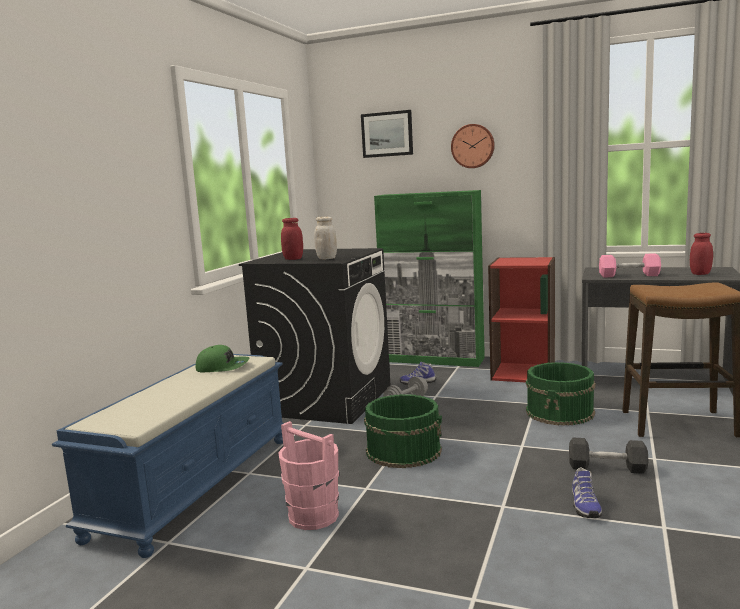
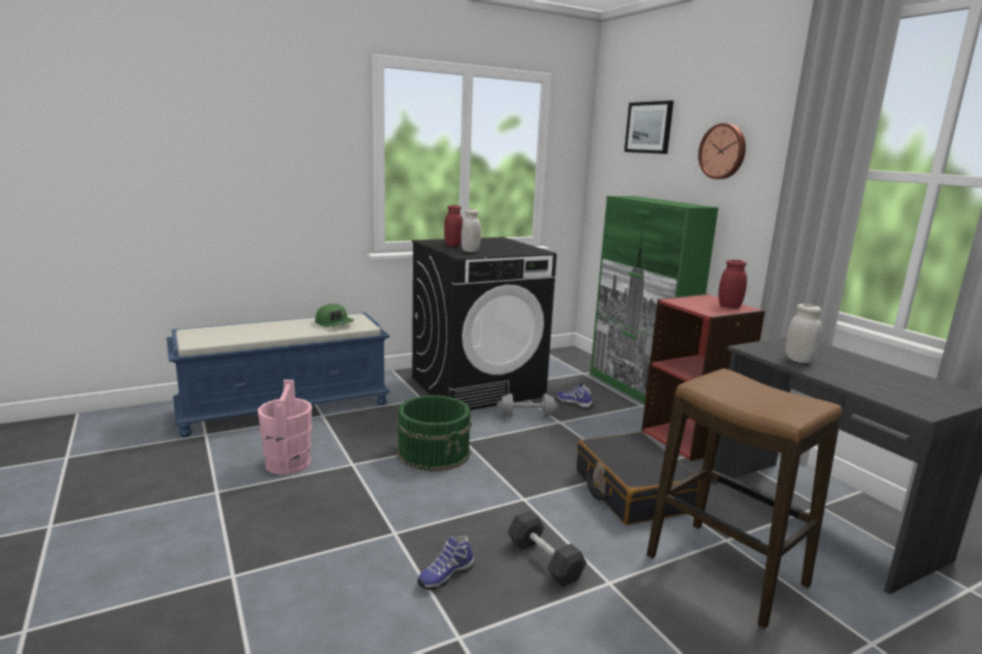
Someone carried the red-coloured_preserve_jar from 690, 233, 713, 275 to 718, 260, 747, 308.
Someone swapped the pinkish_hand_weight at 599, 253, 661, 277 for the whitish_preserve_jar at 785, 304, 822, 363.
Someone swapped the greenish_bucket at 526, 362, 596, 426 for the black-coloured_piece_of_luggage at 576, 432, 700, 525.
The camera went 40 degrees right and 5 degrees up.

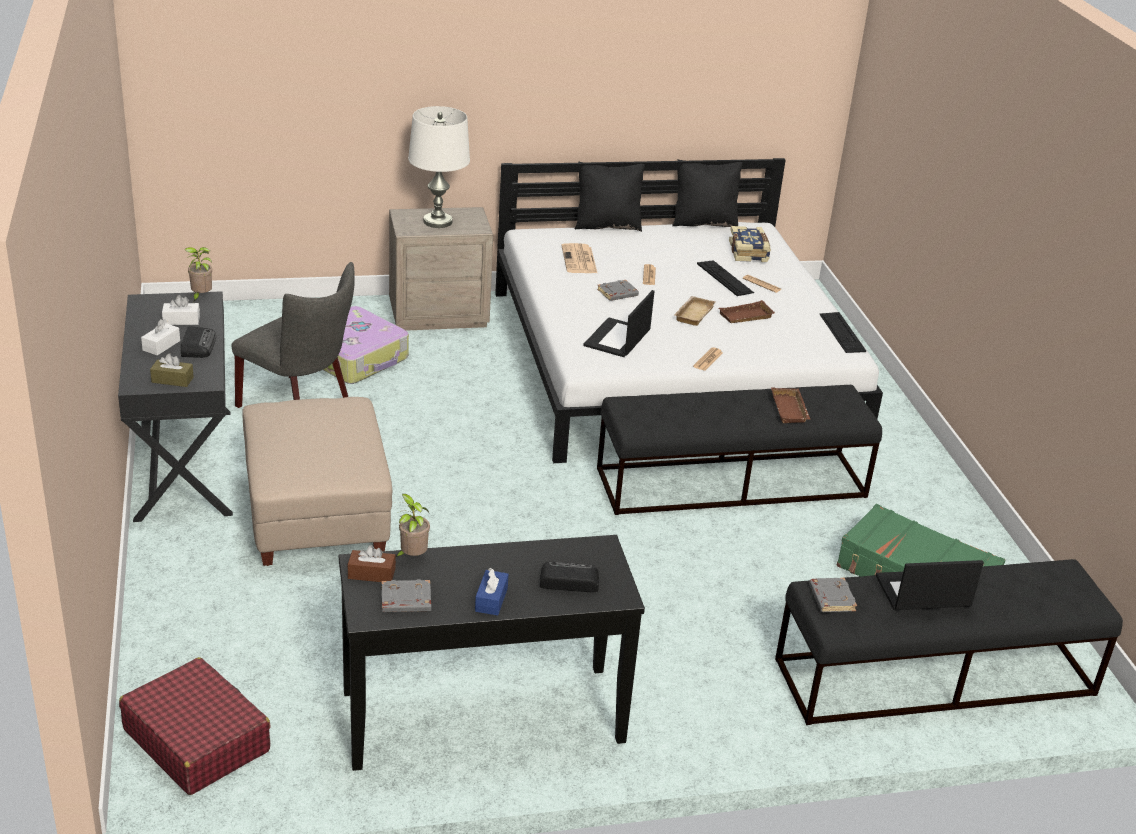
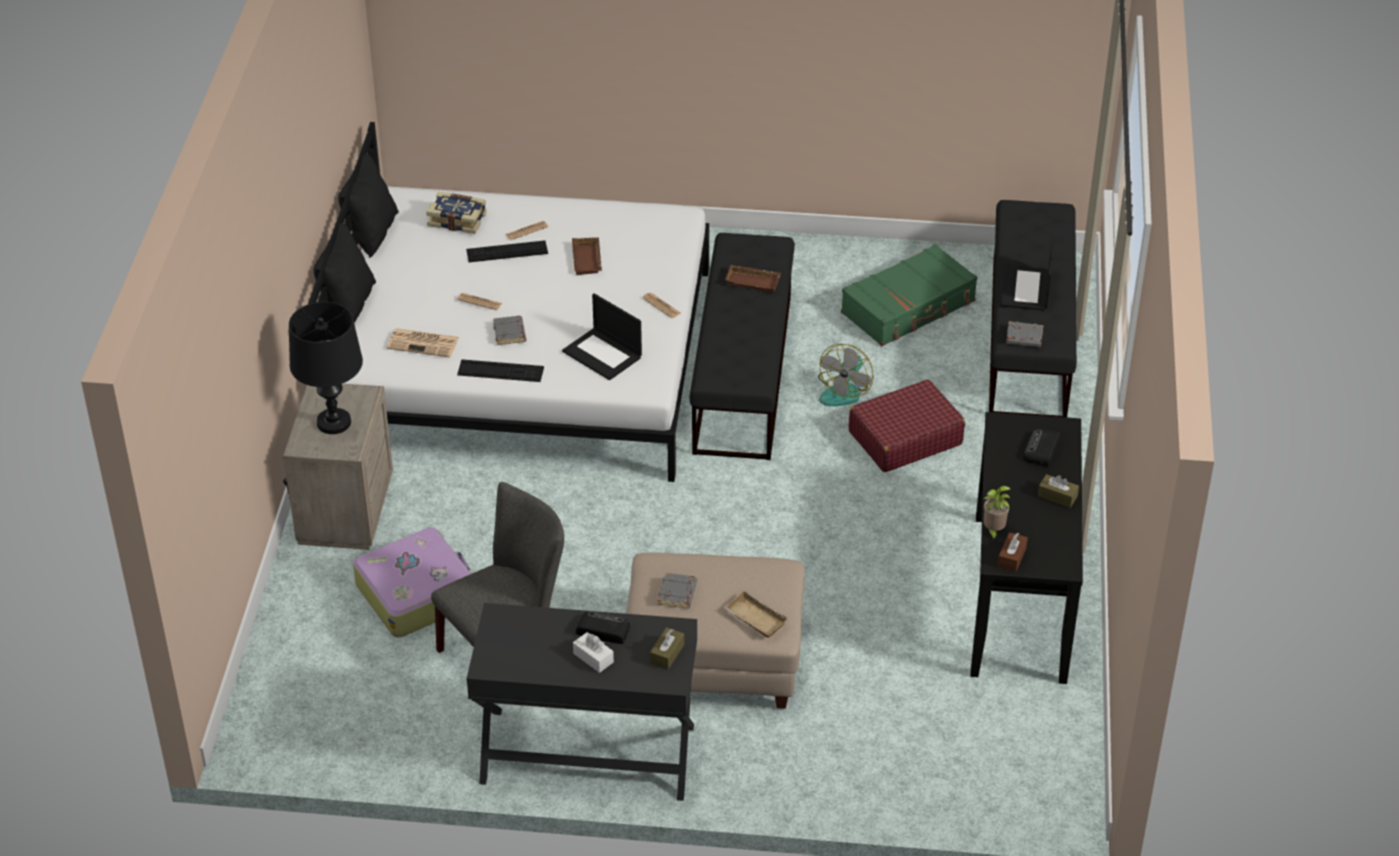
Someone repainted the whitish_tabletop_lamp at 408, 106, 470, 228, which became the black-coloured_tabletop_lamp at 289, 302, 363, 434.
Someone took away the houseplant at 184, 247, 212, 302.
Someone took away the whitish_box_of_tissues at 162, 295, 200, 325.
Someone carried the beige-coloured_tray from 675, 296, 715, 326 to 723, 590, 789, 637.
Someone carried the keyboard from 820, 312, 866, 353 to 457, 359, 544, 382.
Someone repainted the blue-coloured_box_of_tissues at 475, 568, 509, 616, which became the brownish_box_of_tissues at 1038, 474, 1079, 508.
Someone carried the greyish_bound_book from 381, 579, 431, 612 to 658, 573, 697, 608.
Someone carried the red-coloured_piece_of_luggage from 119, 657, 271, 795 to 849, 379, 965, 472.
Someone put down the cooling_fan at 818, 344, 874, 406.
The camera went 70 degrees left and 10 degrees up.

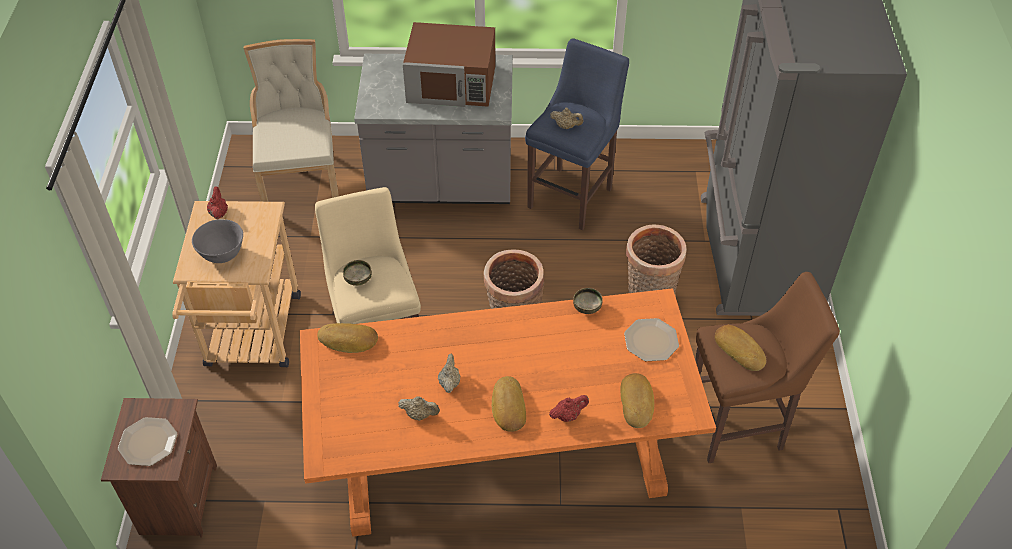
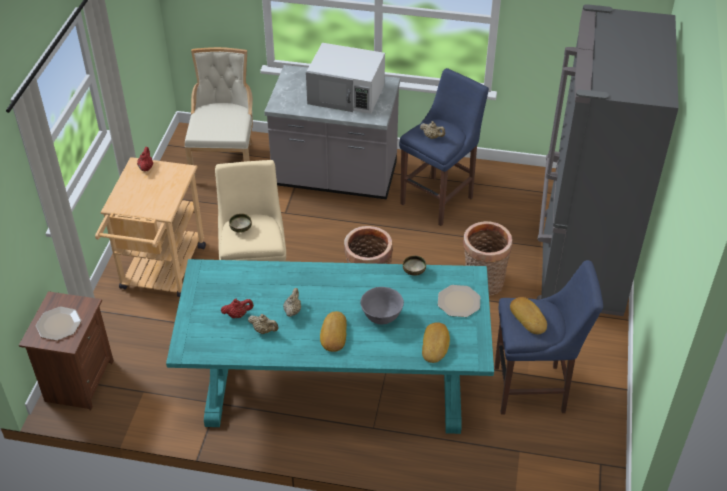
Someone repainted the brownish_kitchen_microwave at 403, 22, 496, 107, which became the whitish_kitchen_microwave at 306, 43, 385, 114.
Someone carried the greyish_bowl from 192, 219, 243, 263 to 360, 287, 404, 324.
Someone repainted the brownish_stool at 695, 272, 840, 463, which became the blue-coloured_stool at 494, 260, 603, 415.
Someone repainted the orange-coloured_dining_table at 300, 288, 716, 537, which became the turquoise_dining_table at 166, 259, 494, 434.
Someone took away the baked_bread at 317, 323, 378, 353.
Someone carried the red-coloured_pot_for_tea from 549, 395, 589, 422 to 221, 299, 254, 318.
The camera went 10 degrees right and 5 degrees down.

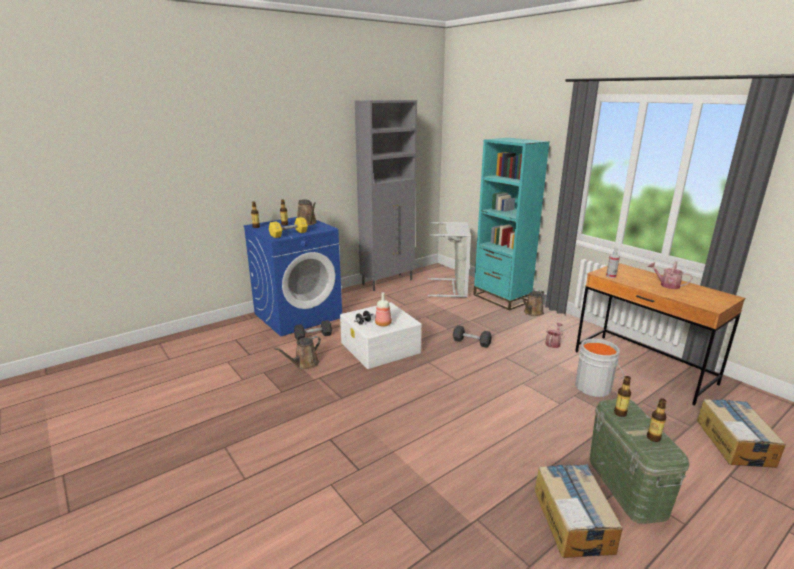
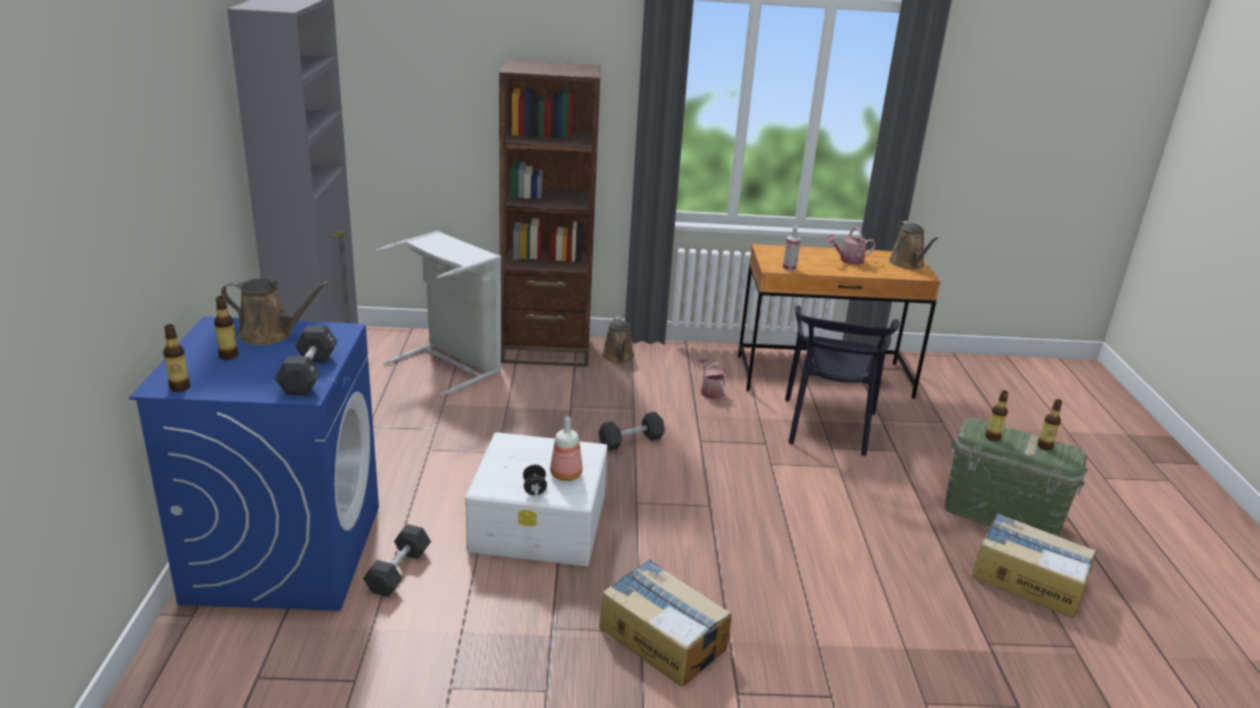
Someone repainted the turquoise_bookcase at 473, 138, 550, 310, which became the brownish_bookcase at 499, 60, 601, 367.
Someone repainted the yellow-coloured_hand_weight at 269, 217, 308, 238, which became the black-coloured_hand_weight at 275, 325, 338, 395.
Someone carried the brownish_watering_pot from 274, 336, 321, 369 to 889, 221, 939, 269.
Someone swapped the greyish_bucket at 575, 339, 624, 397 for the black-coloured_chair at 785, 305, 899, 456.
Someone carried the packing_box from 697, 399, 786, 468 to 599, 559, 732, 687.
The camera went 55 degrees left and 5 degrees up.

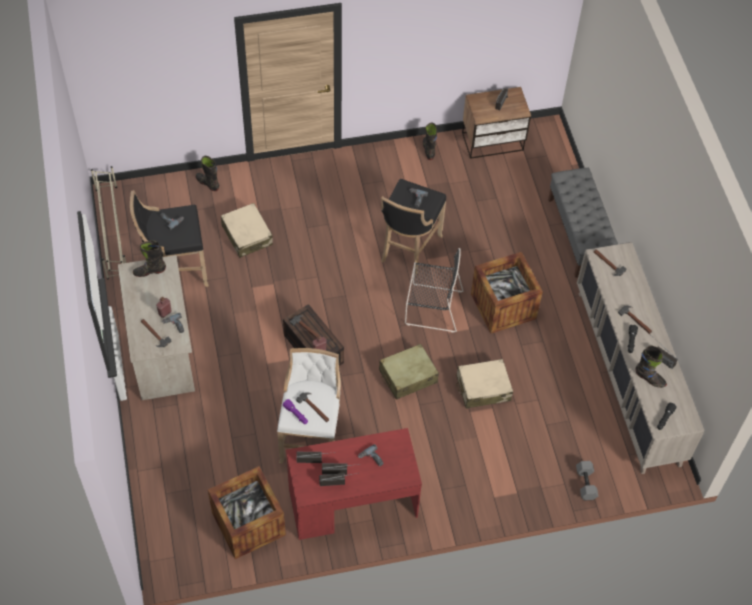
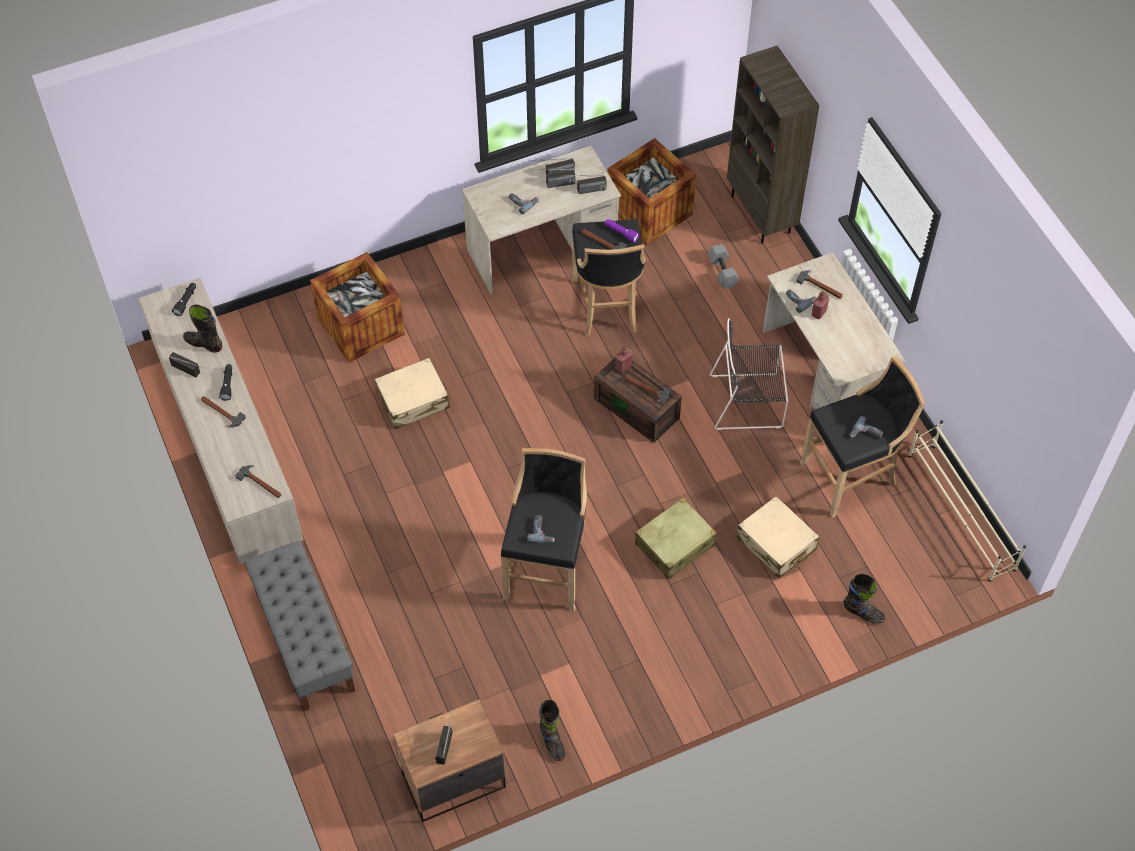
Someone took away the black-coloured_tall_boot at 133, 240, 166, 277.
Someone carried the black-coloured_chair from 405, 248, 463, 333 to 710, 318, 788, 430.
Someone carried the shipping_crate from 471, 252, 543, 334 to 310, 252, 405, 363.
Someone carried the beige-coloured_piece_of_luggage from 379, 344, 439, 400 to 635, 498, 717, 579.
Someone repainted the whitish_stool at 277, 348, 341, 464, which became the black-coloured_stool at 571, 219, 646, 336.
Someone repainted the red-coloured_desk_table at 286, 428, 422, 540, which became the beige-coloured_desk_table at 462, 145, 621, 295.
Someone carried the greyish_hand_weight from 576, 461, 598, 500 to 707, 244, 739, 289.
Someone put down the brownish_bookcase at 727, 46, 819, 244.
The camera went 170 degrees right and 0 degrees up.

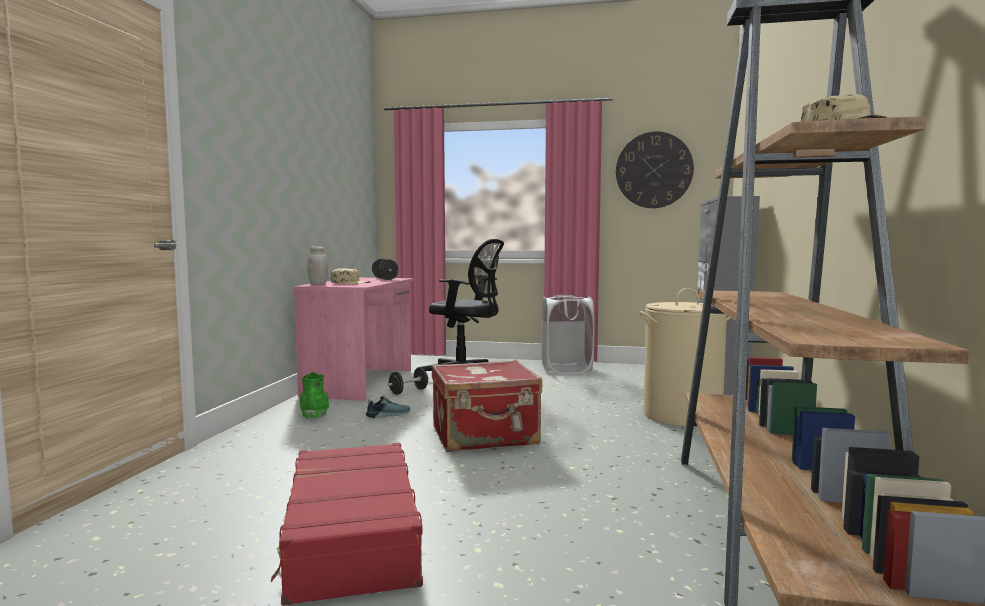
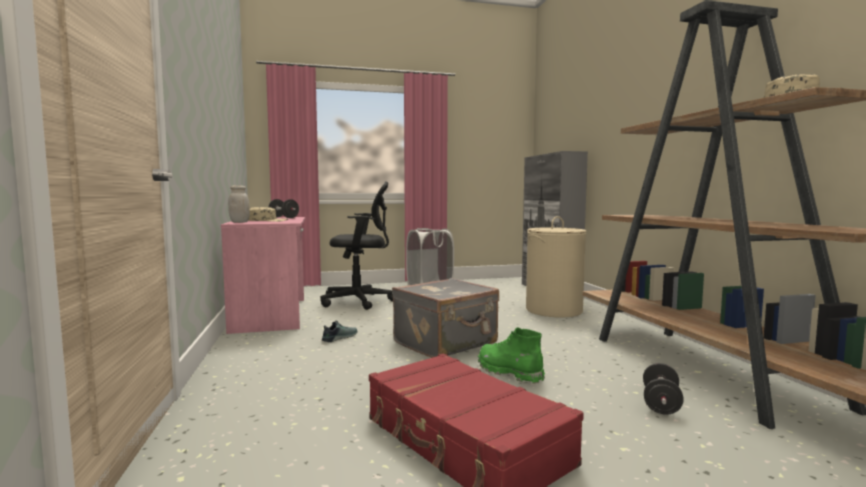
Someone took away the clock_on_the_wall at 616, 132, 694, 208.
Someone repainted the red-coloured_piece_of_luggage at 431, 360, 542, 452, which became the greyish_piece_of_luggage at 392, 278, 499, 358.
Someone carried the black-coloured_hand_weight from 388, 368, 429, 395 to 643, 363, 684, 415.
Someone carried the greenish_tall_boot from 299, 372, 329, 419 to 478, 327, 545, 384.
The camera went 25 degrees left and 0 degrees up.

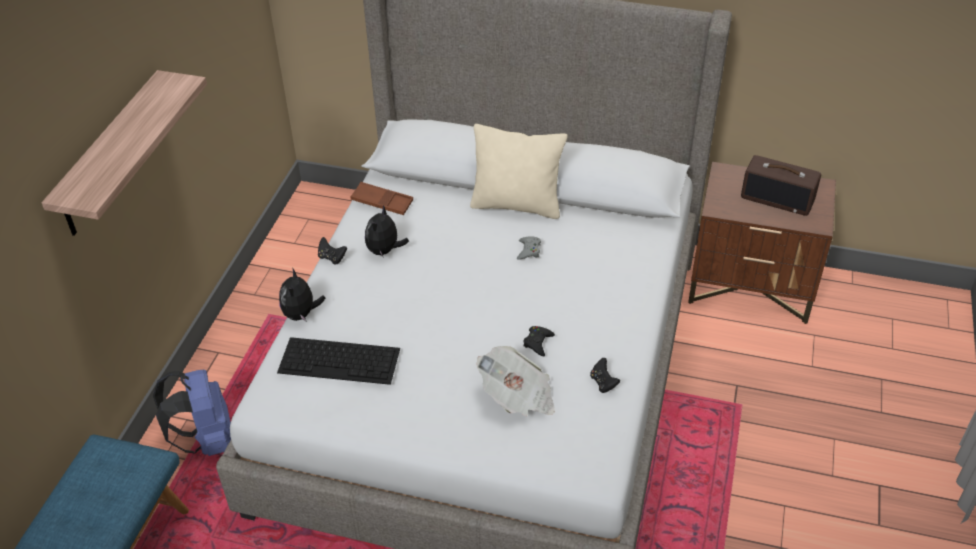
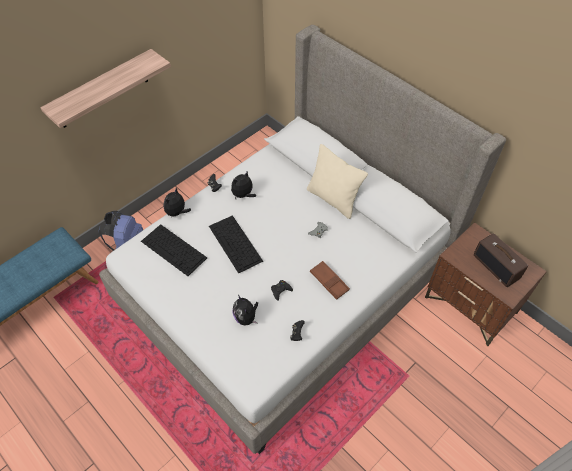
Someone carried the brownish_tray from 351, 182, 413, 215 to 310, 261, 350, 300.
Someone swapped the printed_paper at 476, 346, 555, 416 for the cuddly_toy at 233, 295, 258, 325.
Someone put down the keyboard at 209, 215, 263, 273.
The camera went 30 degrees right and 10 degrees up.

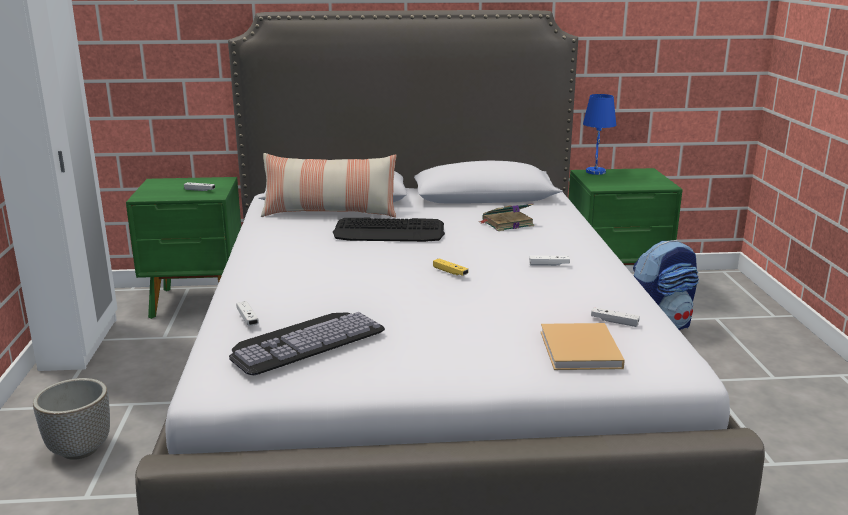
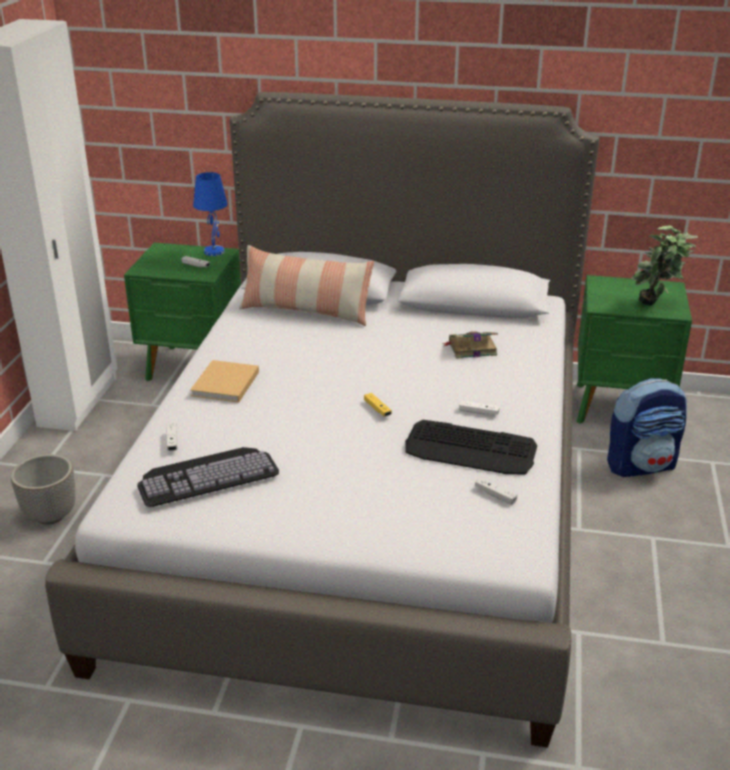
Someone carried the blue-coloured_tabletop_lamp from 583, 94, 616, 175 to 193, 172, 228, 256.
Someone carried the keyboard from 333, 218, 445, 242 to 405, 420, 537, 475.
Someone carried the beige-coloured_bound_book from 541, 323, 625, 370 to 190, 360, 259, 403.
Someone put down the houseplant at 631, 225, 698, 306.
The camera went 15 degrees right and 10 degrees up.

